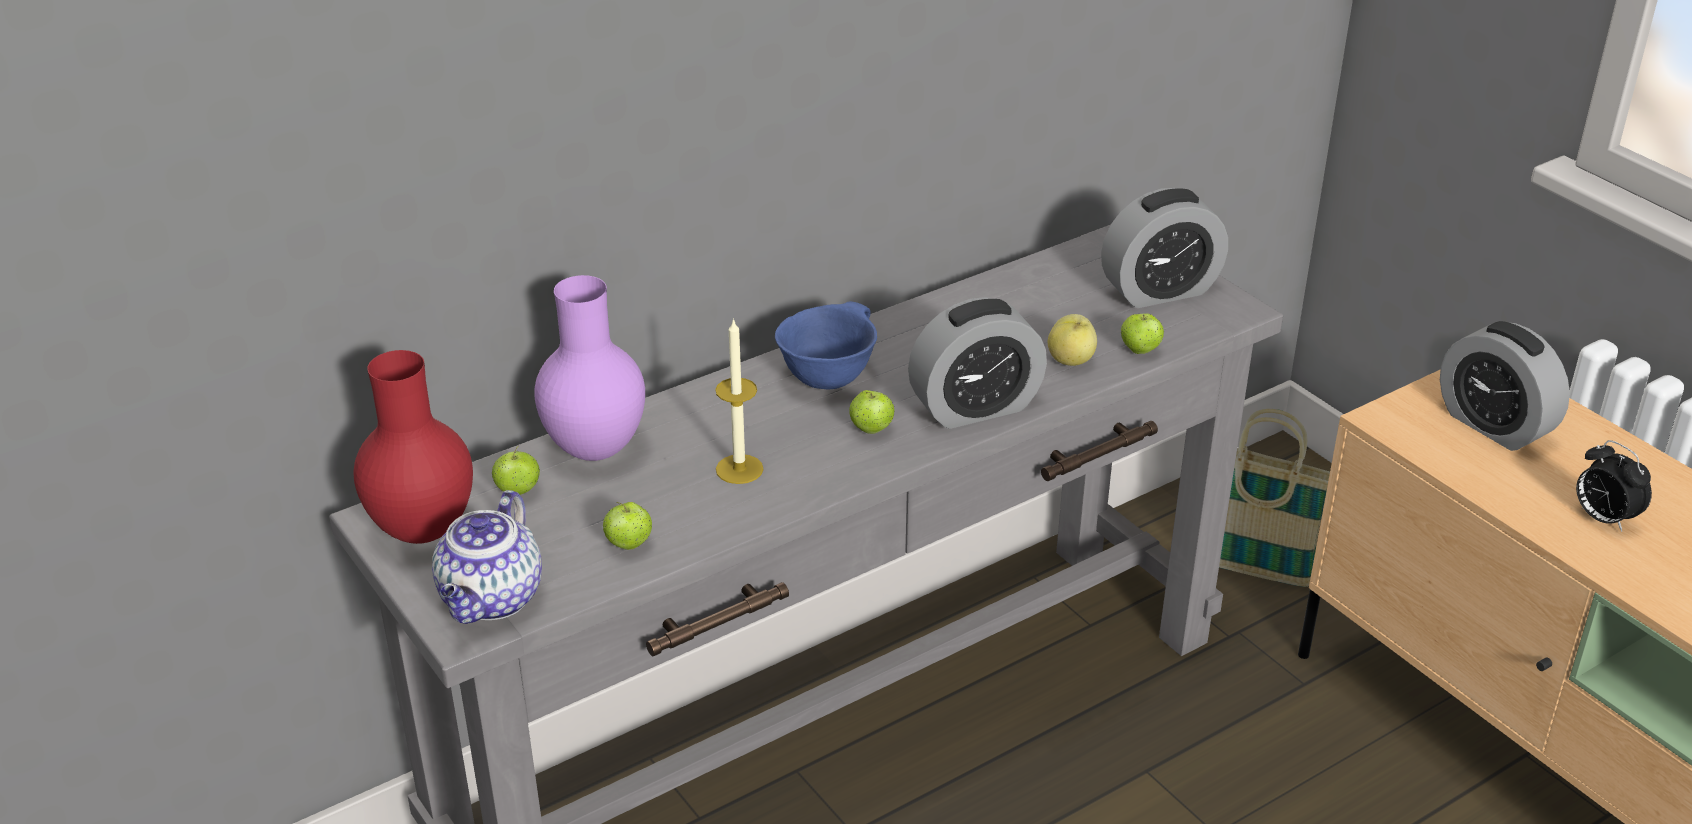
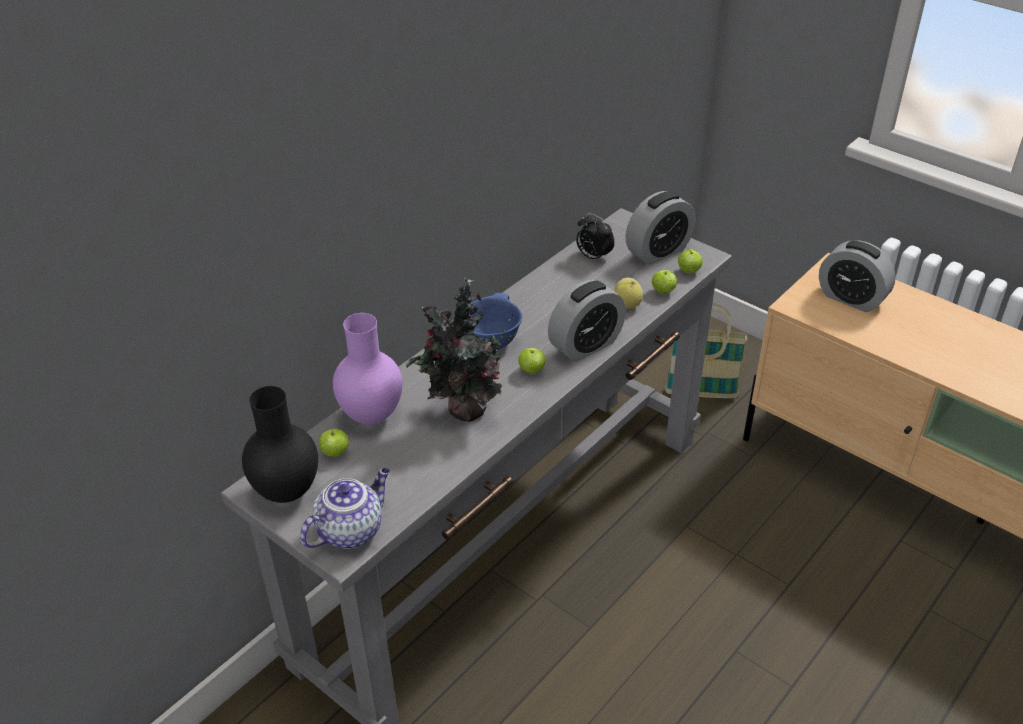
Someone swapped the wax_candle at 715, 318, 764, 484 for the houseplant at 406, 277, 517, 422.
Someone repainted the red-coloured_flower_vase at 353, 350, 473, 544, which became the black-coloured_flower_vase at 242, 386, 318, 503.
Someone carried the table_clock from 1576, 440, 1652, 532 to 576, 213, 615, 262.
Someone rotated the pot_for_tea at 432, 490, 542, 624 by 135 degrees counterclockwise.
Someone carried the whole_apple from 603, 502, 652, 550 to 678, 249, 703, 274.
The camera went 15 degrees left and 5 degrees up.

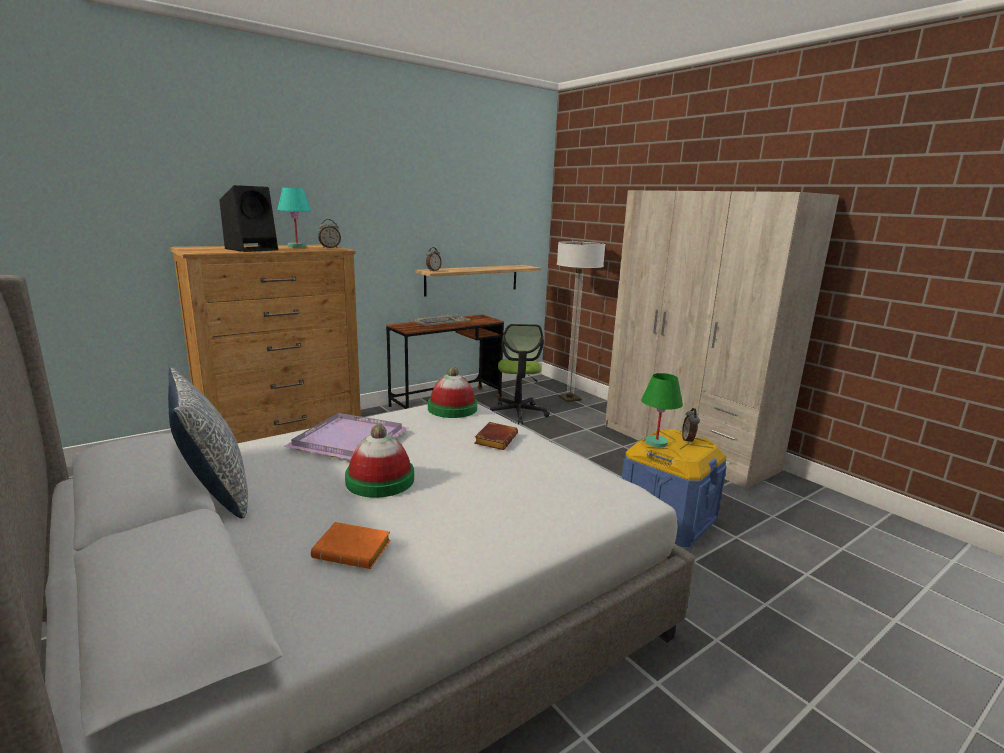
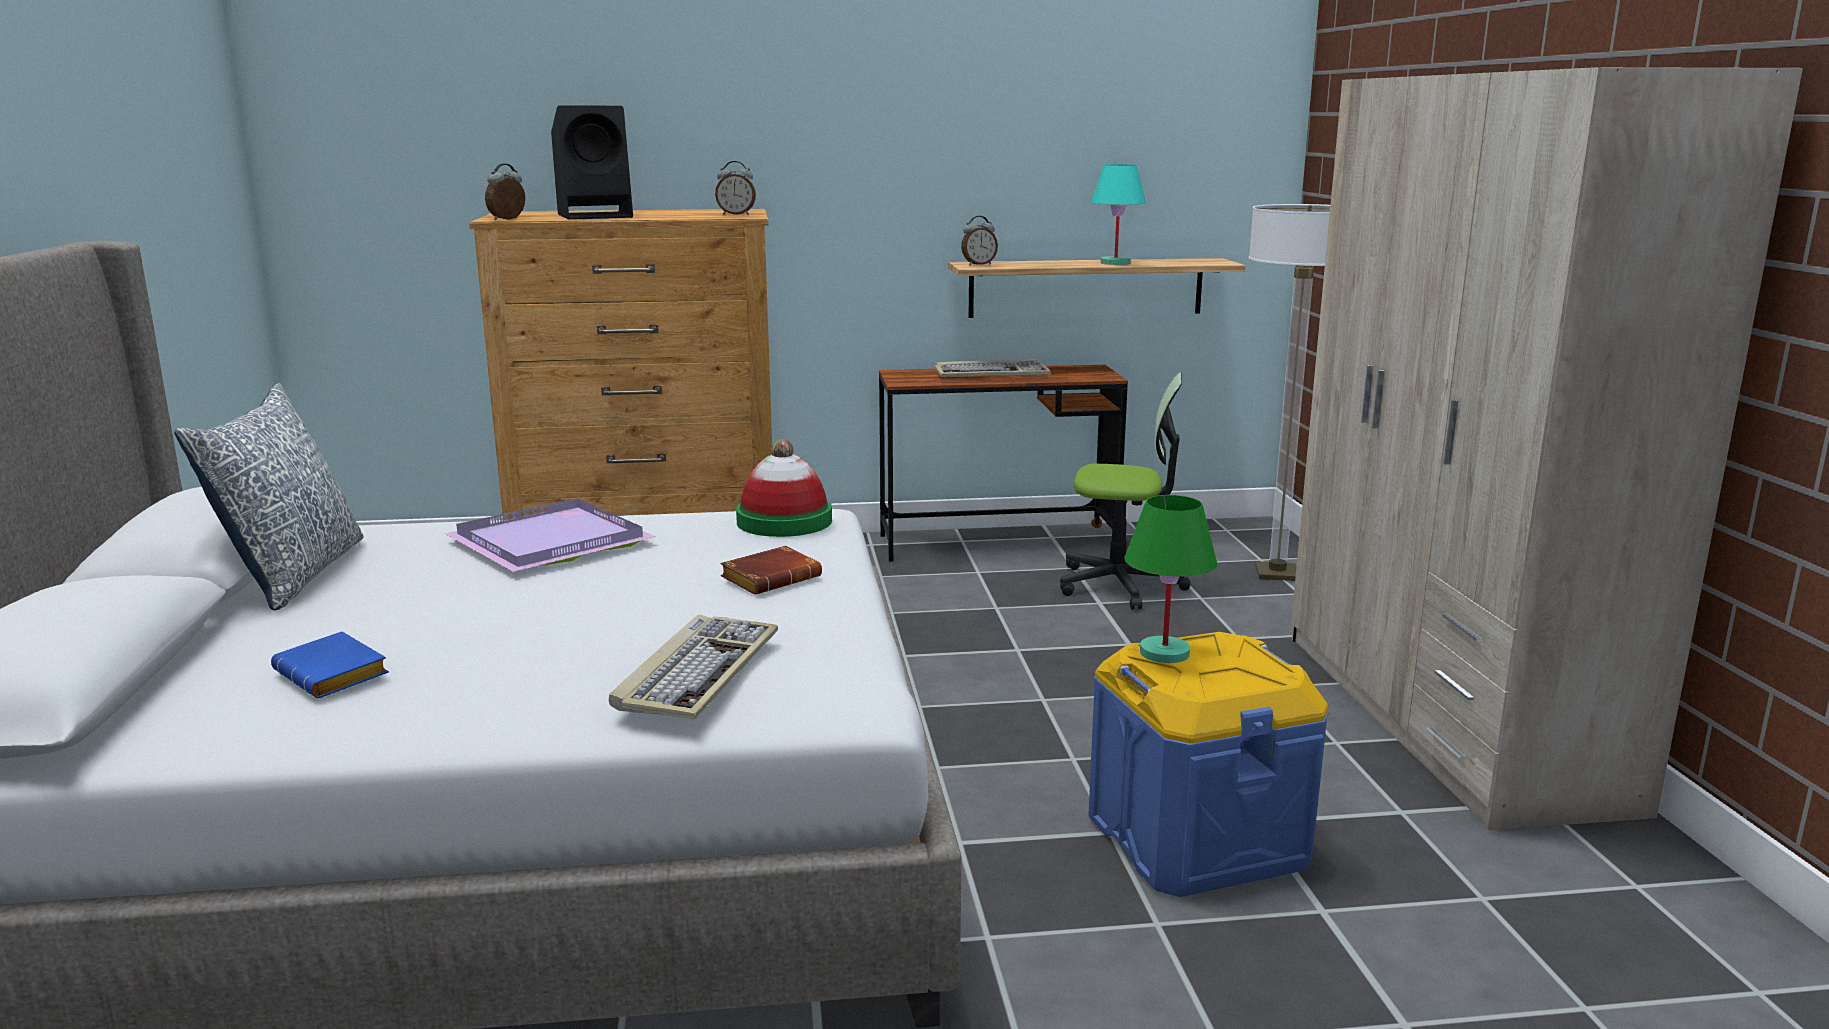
Someone carried the turquoise_tabletop_lamp from 277, 188, 311, 247 to 1091, 164, 1146, 265.
Someone rotated the computer_chair at 490, 324, 550, 425 by 105 degrees counterclockwise.
Someone carried the table_clock from 682, 408, 700, 444 to 485, 163, 525, 220.
Someone took away the wearable_hat at 345, 424, 414, 498.
Someone repainted the orange-coloured_bound_book at 311, 522, 391, 569, which became the blue-coloured_bound_book at 271, 632, 389, 698.
Someone put down the keyboard at 609, 614, 778, 719.
The camera went 30 degrees right and 0 degrees up.

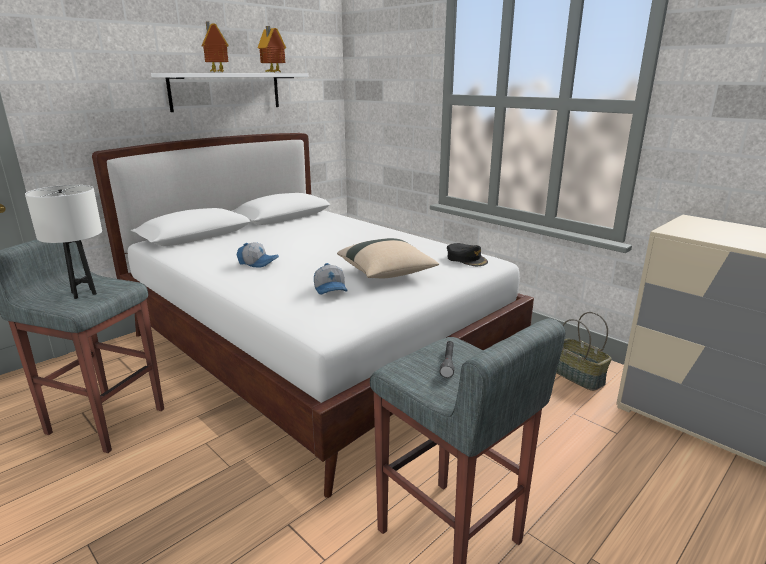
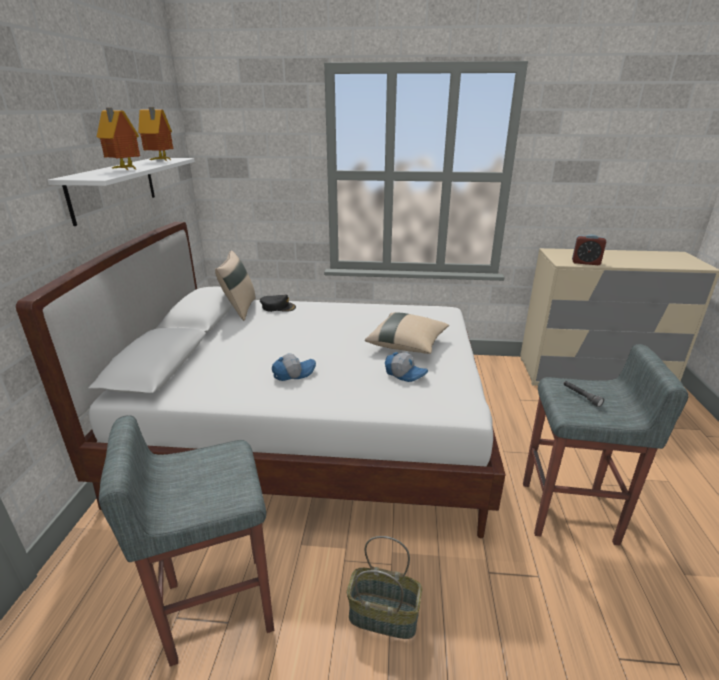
Someone took away the whitish_tabletop_lamp at 25, 185, 102, 299.
Someone carried the black-coloured_peaked_cap from 447, 243, 488, 266 to 260, 294, 296, 312.
Someone carried the storage_basket from 556, 312, 612, 391 to 347, 536, 422, 639.
Someone put down the table_clock at 572, 234, 606, 265.
Someone put down the beige-coloured_pillow at 215, 251, 256, 321.
The camera went 40 degrees left and 5 degrees up.

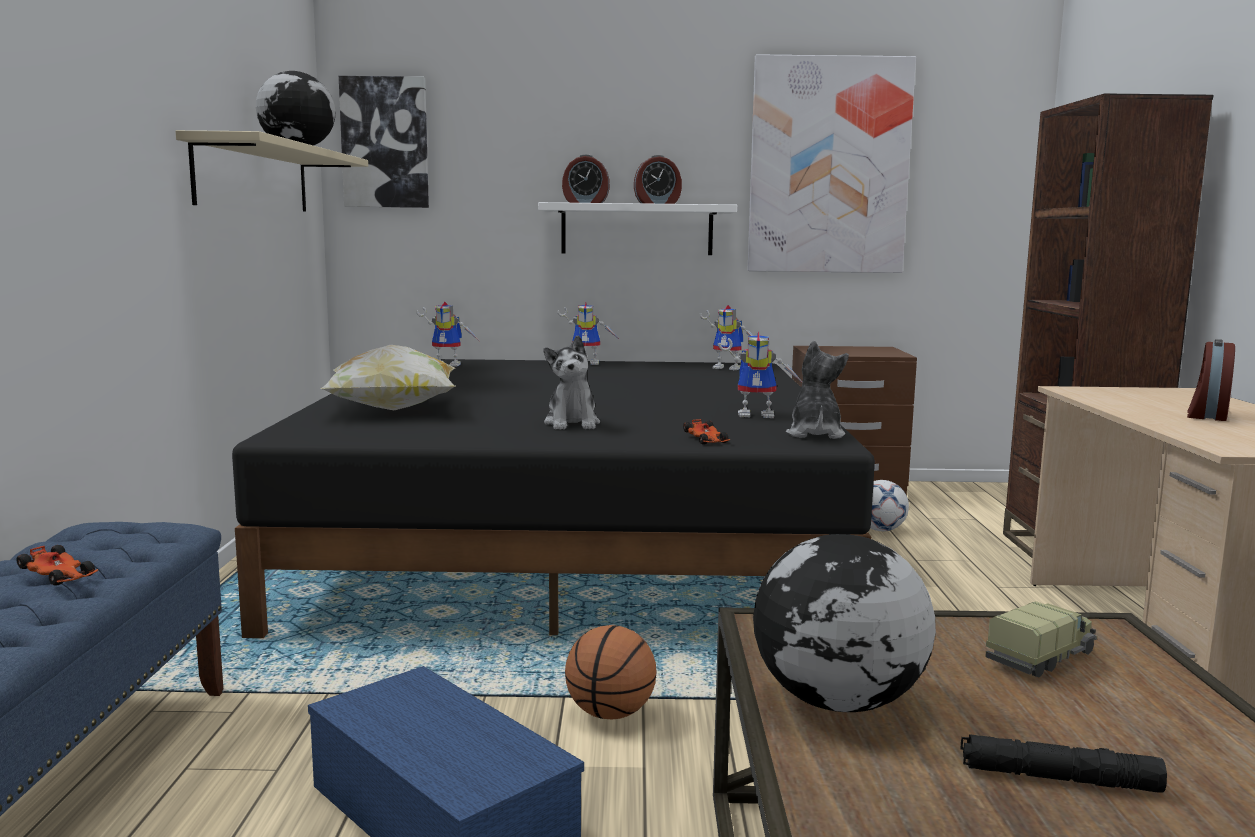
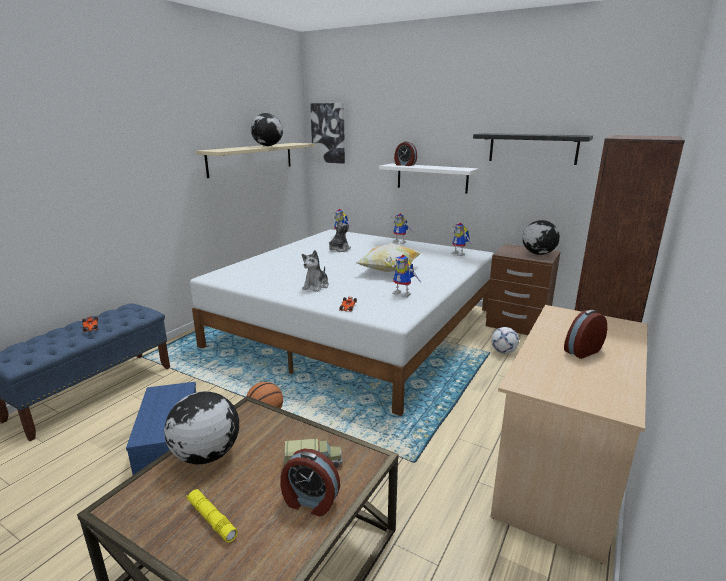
Someone swapped the picture at 748, 54, 916, 273 for the black-coloured_bracket_shelf at 473, 133, 593, 165.
Someone carried the table_clock from 634, 155, 682, 204 to 280, 449, 340, 517.
Someone carried the cuddly_toy from 786, 340, 849, 439 to 329, 219, 351, 252.
Someone carried the pillow from 320, 345, 457, 410 to 356, 244, 421, 272.
Someone repainted the black-coloured_bed at 232, 359, 875, 638, which became the whitish_bed at 190, 229, 494, 416.
Someone repainted the black-coloured_flashlight at 961, 734, 1167, 793, which became the yellow-coloured_flashlight at 186, 489, 238, 543.
Someone put down the globe at 522, 220, 560, 255.
The camera went 30 degrees right and 10 degrees up.

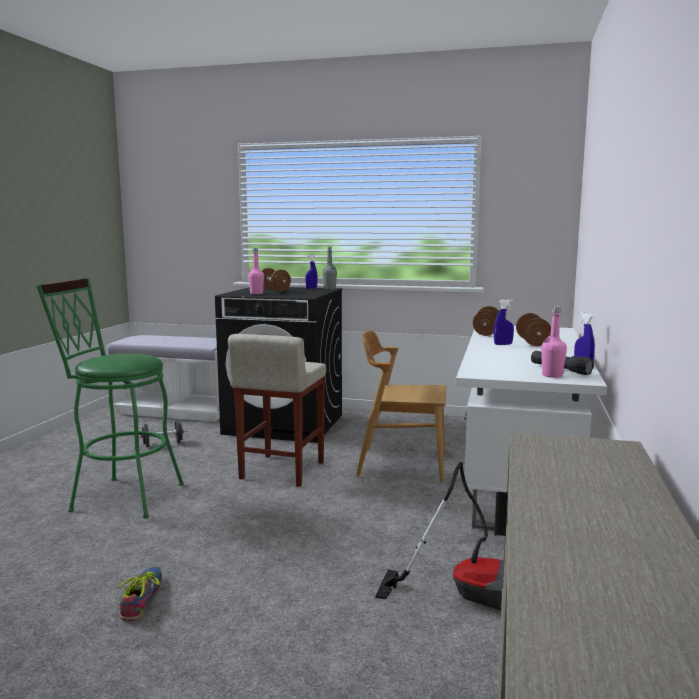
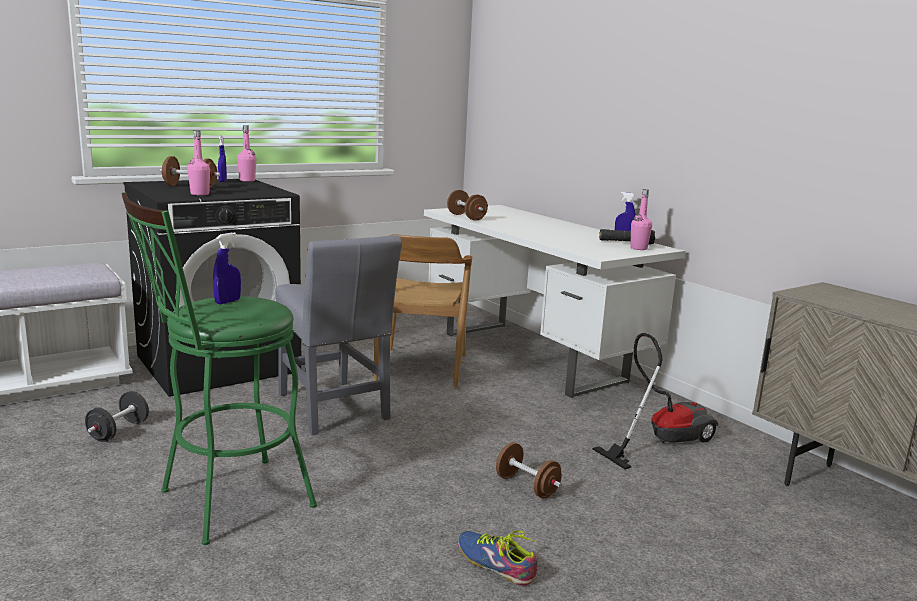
Someone repainted the greyish_beverage_bottle at 322, 247, 337, 290, which became the pinkish_beverage_bottle at 237, 125, 256, 182.
Someone carried the blue-coloured_hand_sprayer from 494, 299, 514, 345 to 213, 232, 241, 304.
Someone carried the brownish_hand_weight from 516, 313, 551, 346 to 496, 442, 562, 498.
Someone rotated the brownish_chair at 356, 330, 446, 482 by 45 degrees counterclockwise.
Someone swapped the beige-coloured_stool at 228, 334, 326, 487 for the greyish_chair at 276, 235, 402, 435.
The camera went 50 degrees left and 5 degrees up.

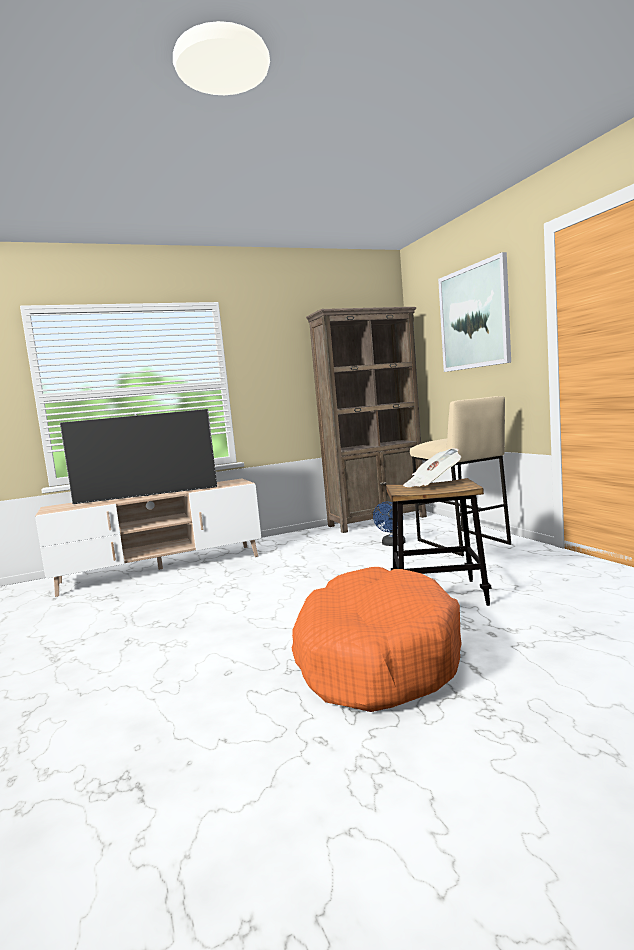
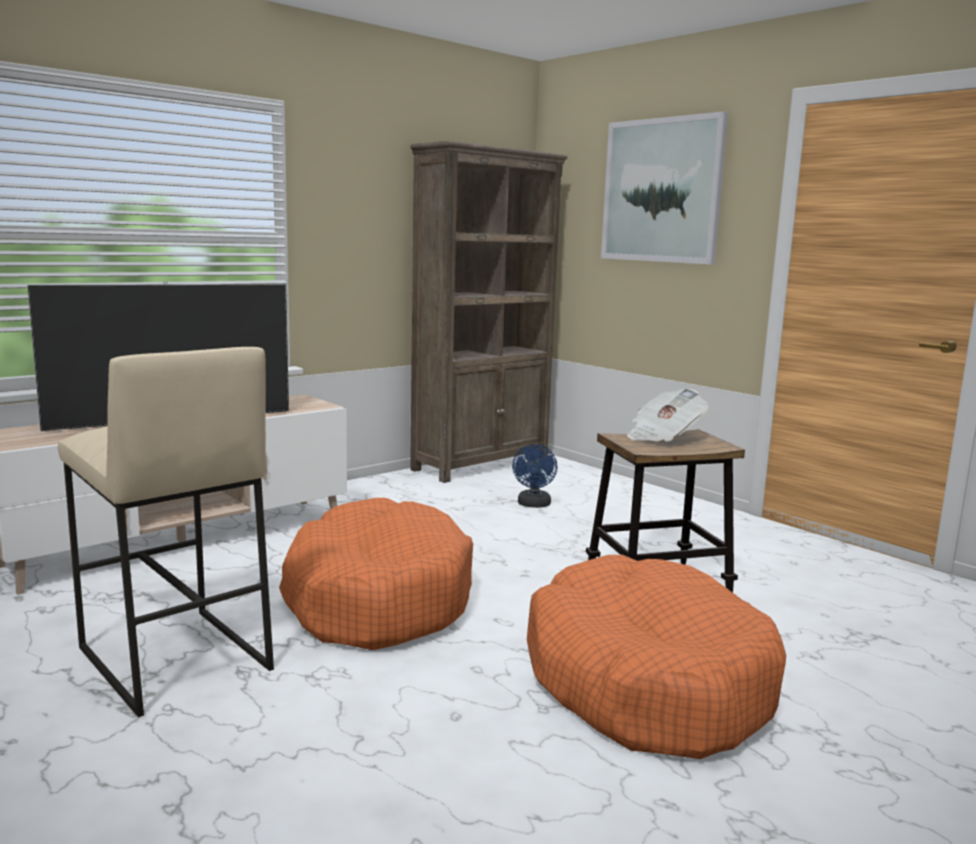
Someone carried the beige-coloured_stool from 410, 396, 511, 556 to 58, 347, 274, 717.
Someone put down the orange-coloured_dog_bed at 279, 498, 473, 650.
The camera went 20 degrees left and 5 degrees up.

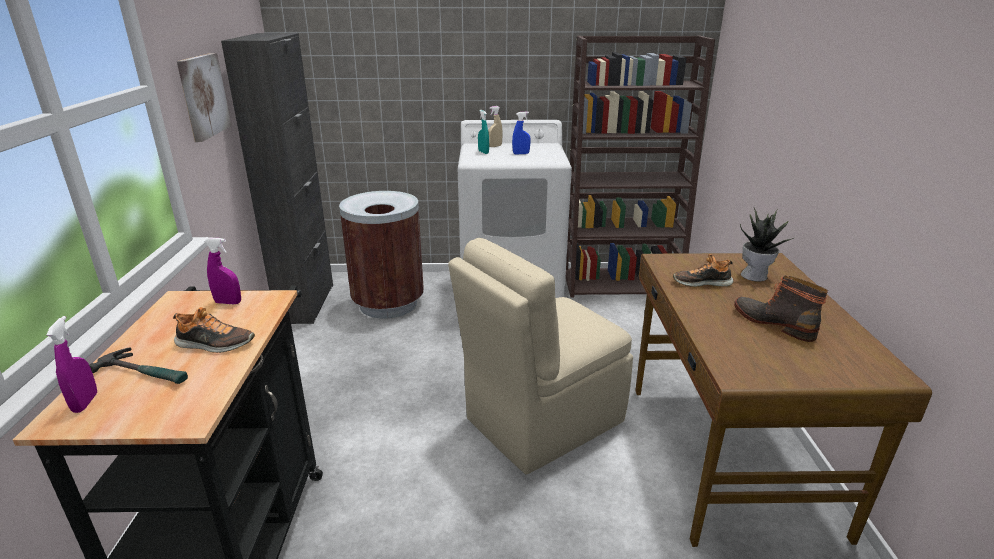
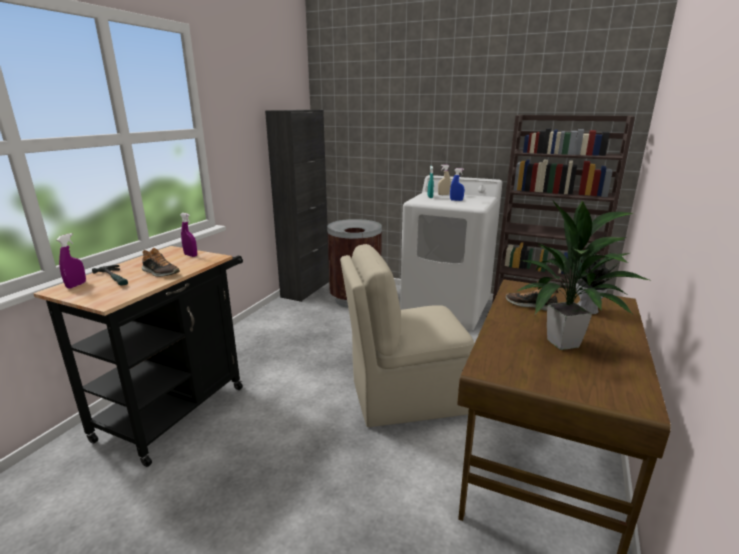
Someone took away the picture at 177, 53, 231, 142.
Someone swapped the tall_boot at 734, 276, 828, 342 for the houseplant at 518, 201, 652, 350.
The camera went 25 degrees right and 5 degrees down.

